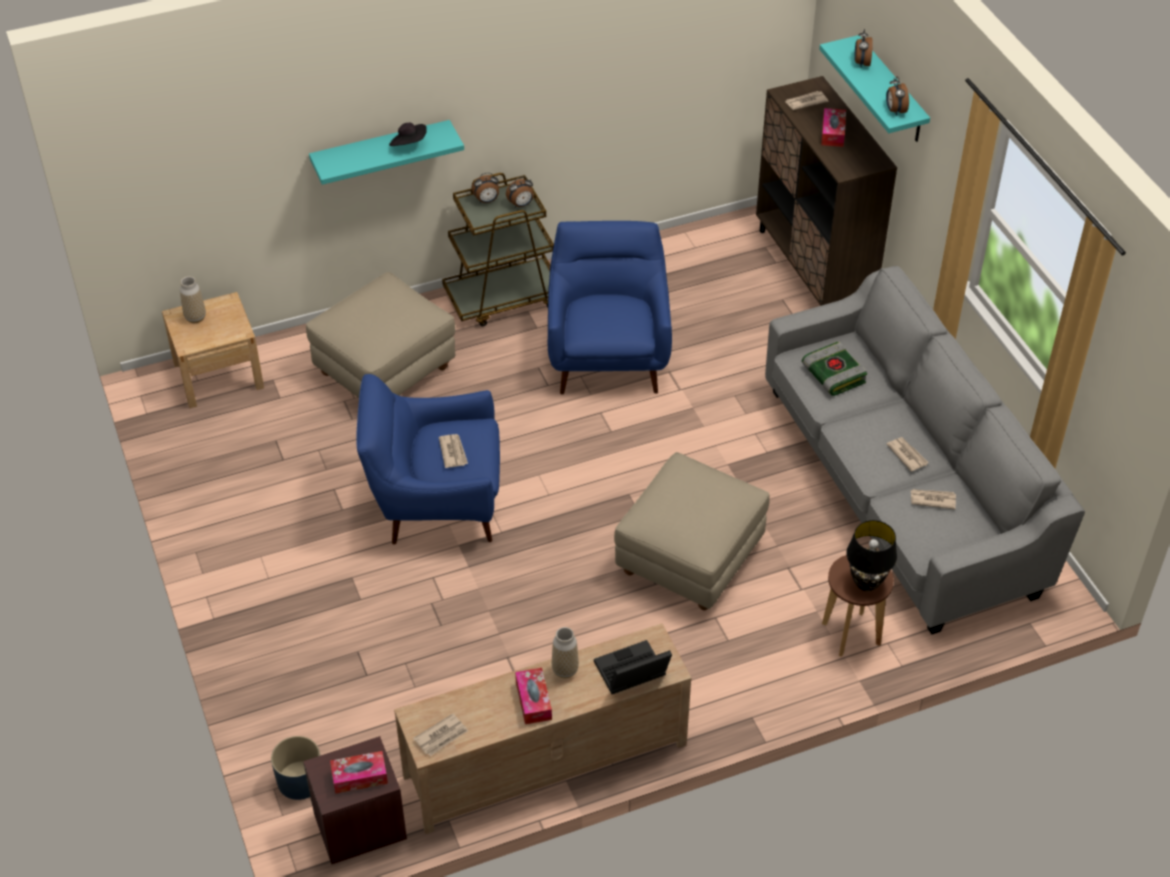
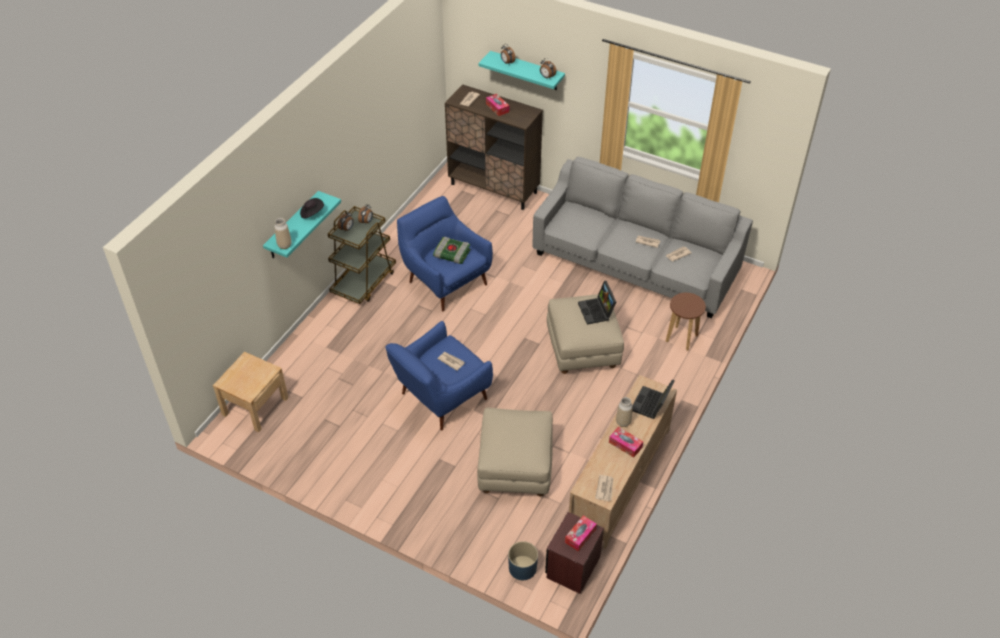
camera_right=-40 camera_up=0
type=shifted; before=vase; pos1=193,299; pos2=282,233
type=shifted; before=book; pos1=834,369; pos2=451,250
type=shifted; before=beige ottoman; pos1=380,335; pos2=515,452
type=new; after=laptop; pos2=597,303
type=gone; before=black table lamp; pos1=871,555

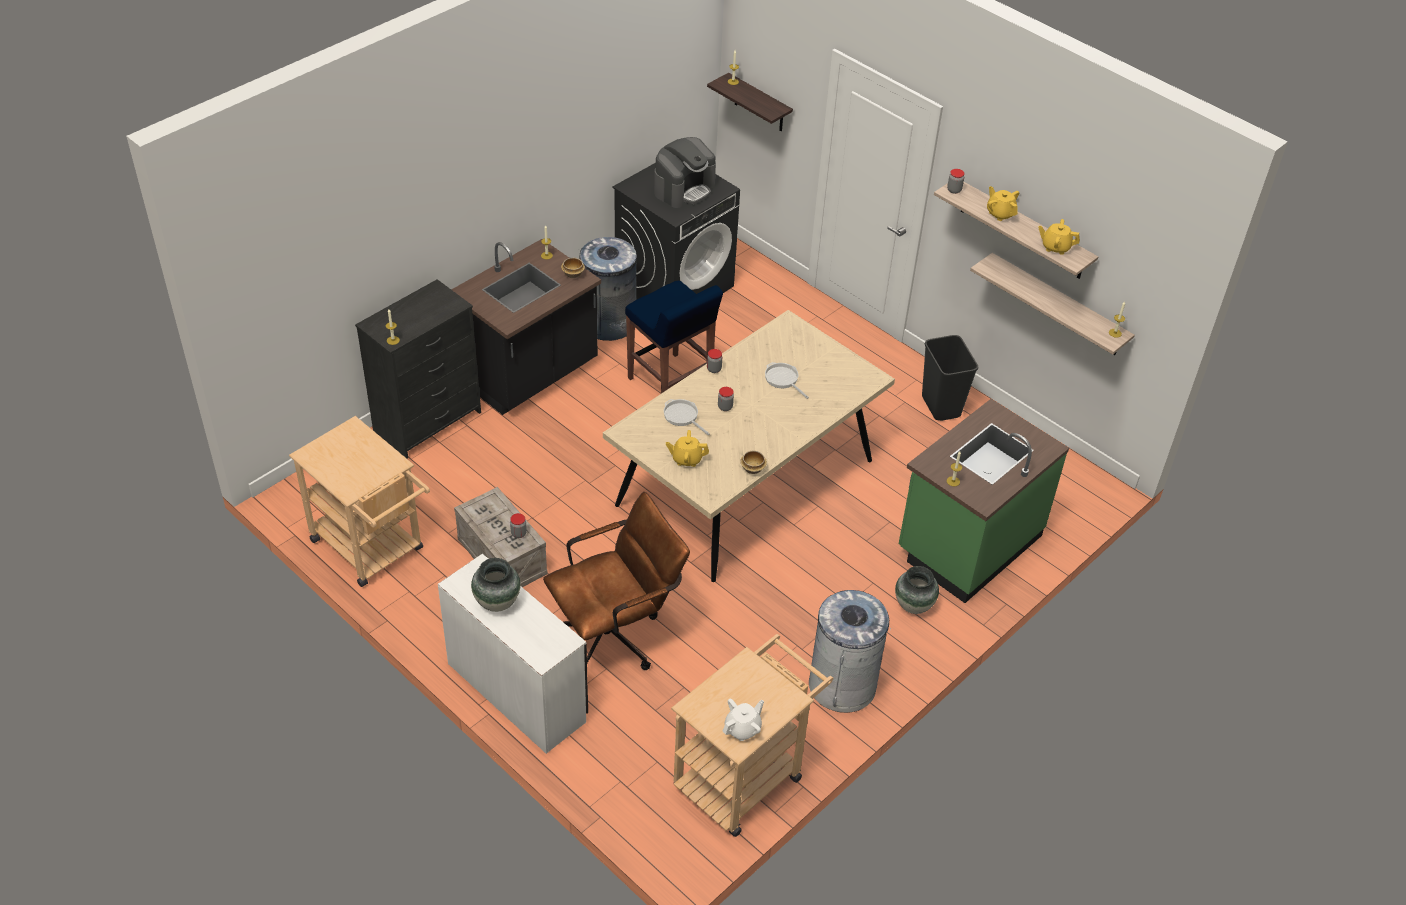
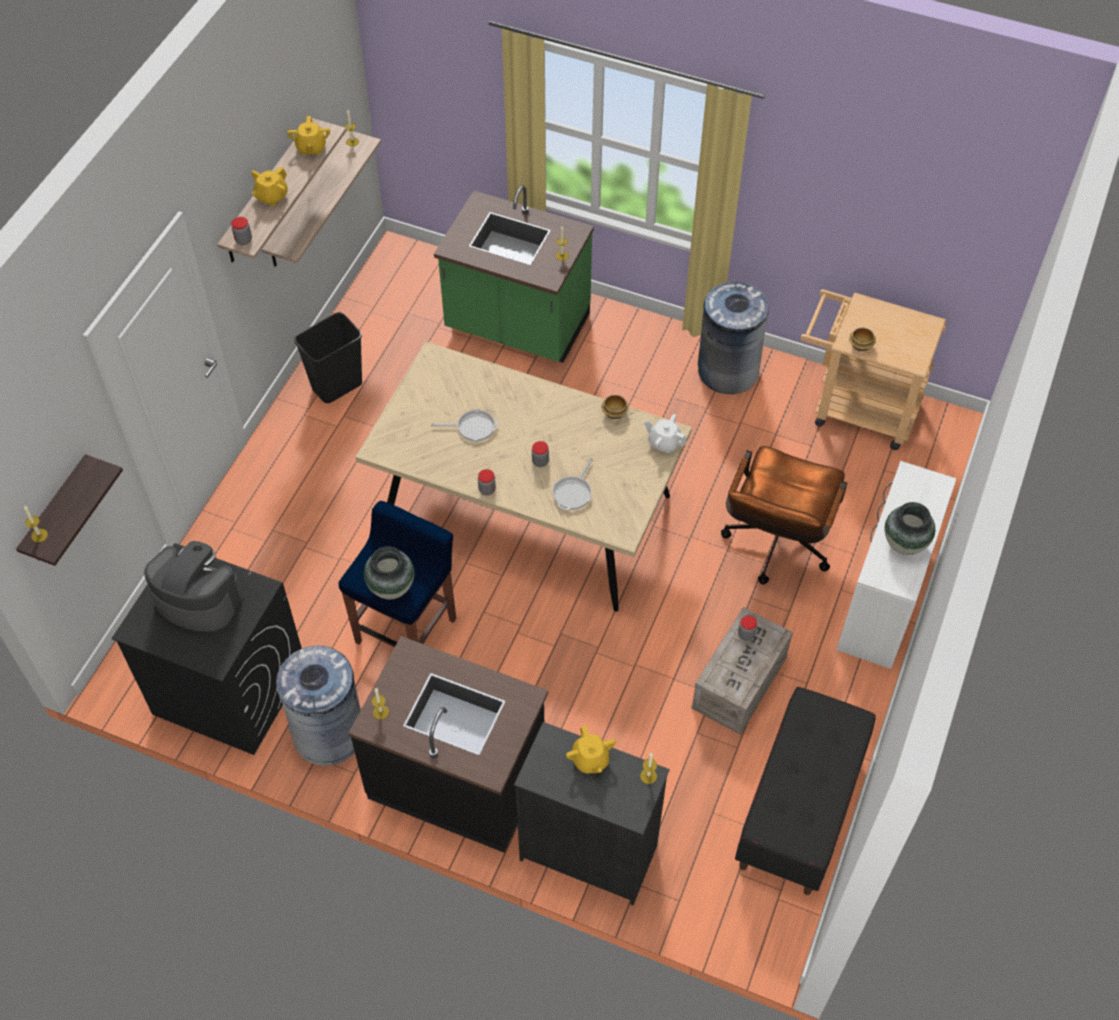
camera_right=-110 camera_up=10
type=shifted; before=vase; pos1=917,590; pos2=389,572
type=rotated; before=frying pan; pos1=787,380; pos2=464,425; turn=-120
type=shifted; before=yellow teapot; pos1=687,448; pos2=591,750
type=shifted; before=white teapot; pos1=743,720; pos2=665,433
type=rotated; before=brown office chair; pos1=616,581; pos2=784,515; turn=-105
type=swapped; before=beige cart; after=black bench; pos1=359,501; pos2=805,791
type=shifted; before=bowl; pos1=573,268; pos2=862,339

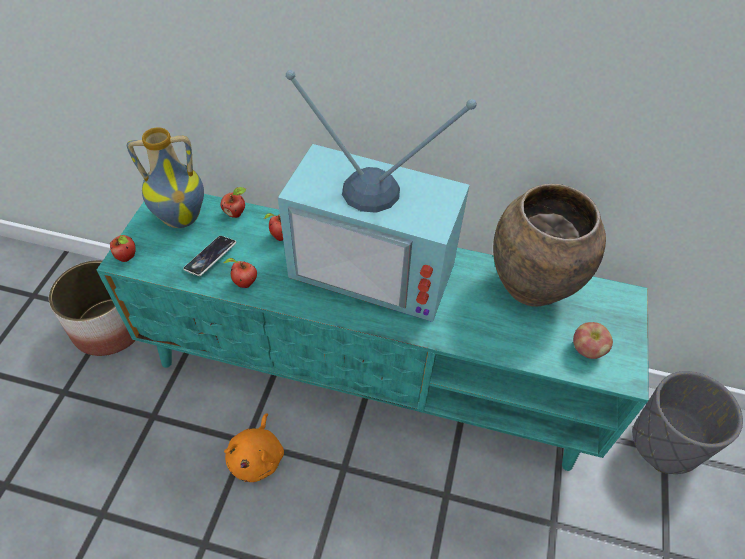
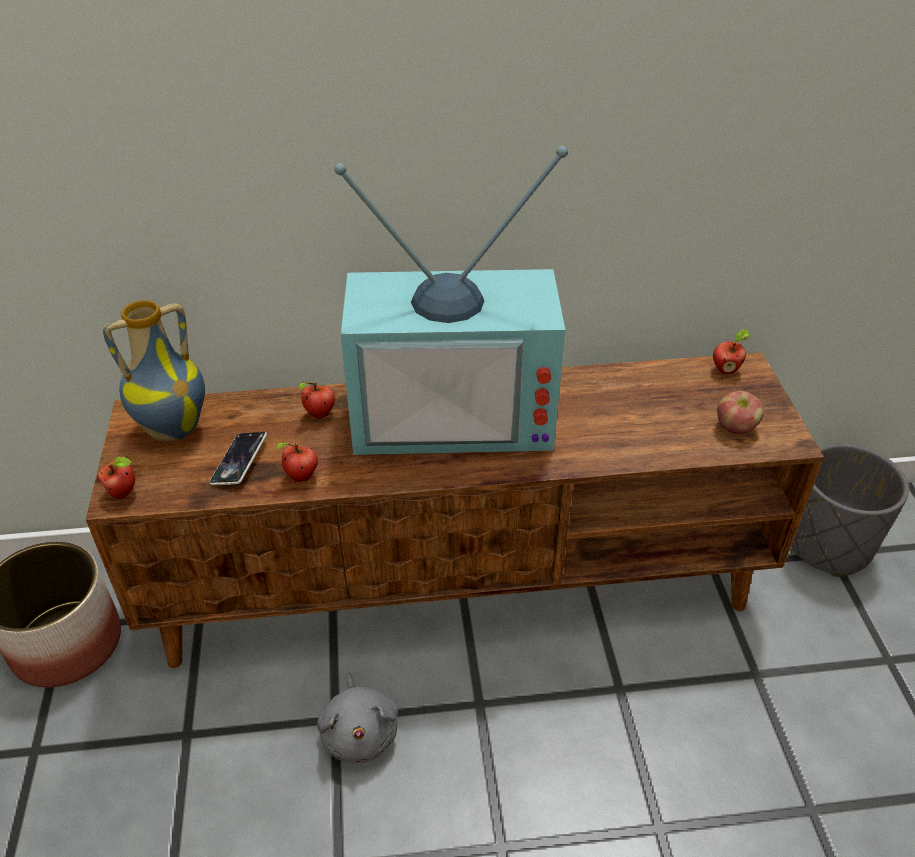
camera_right=-20 camera_up=-10
type=repainted; before=turquoise tv stand; after=brown tv stand; pos1=373,332; pos2=455,510
type=repainted; before=orange plush toy; after=grey plush toy; pos1=254,447; pos2=357,717
type=shifted; before=apple; pos1=233,202; pos2=731,351
type=gone; before=brown vase; pos1=549,245

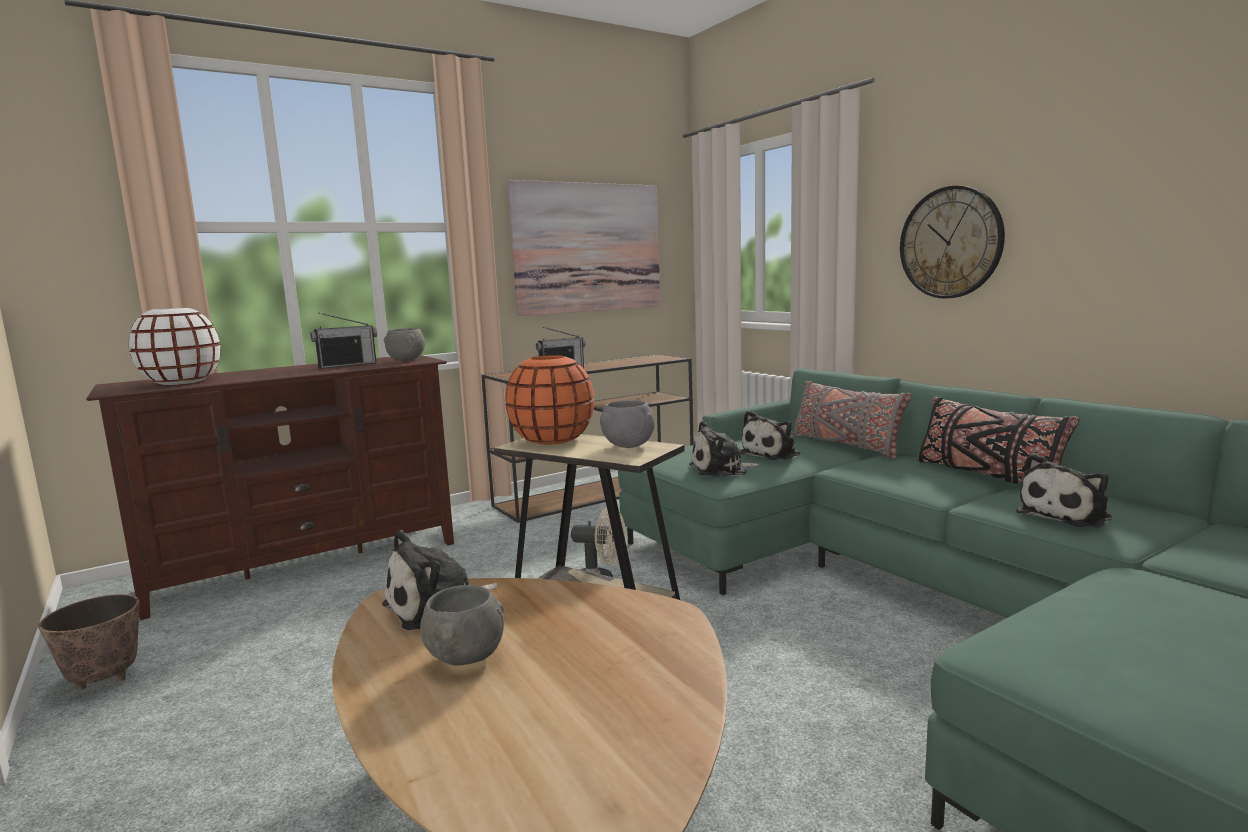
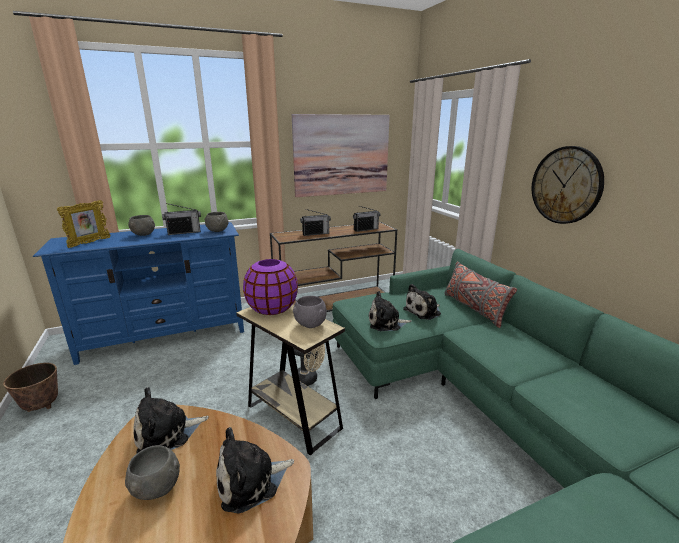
camera_right=10 camera_up=10
type=repainted; before=brown tv stand; after=blue tv stand; pos1=270,487; pos2=138,293
type=swapped; before=white vase; after=picture frame; pos1=175,346; pos2=84,224
type=new; after=grey bowl; pos2=141,225
type=shifted; before=plush toy; pos1=1064,490; pos2=255,470
type=repainted; before=orange vase; after=purple vase; pos1=550,400; pos2=270,287
type=new; after=radio; pos2=366,219
type=gone; before=black pillow; pos1=998,440

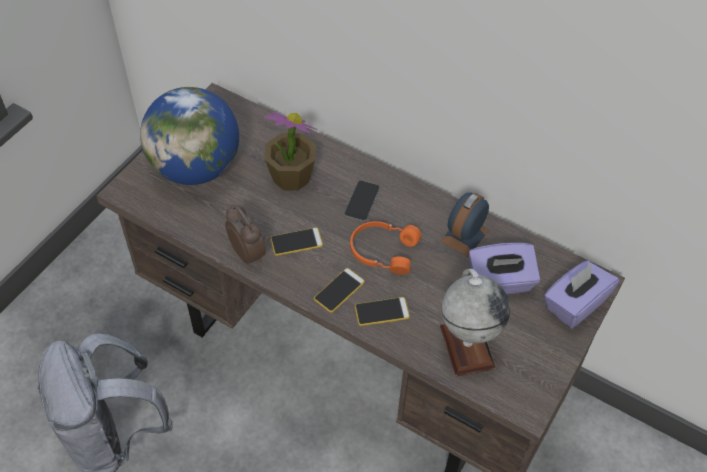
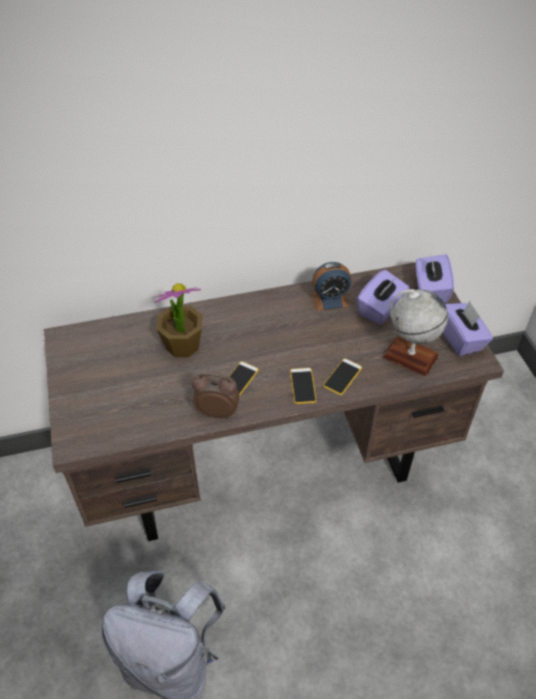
camera_right=-45 camera_up=-5
type=rotated; before=alarm clock; pos1=464,224; pos2=331,286; turn=-90
type=new; after=purple tissue box; pos2=468,328
type=gone; before=globe; pos1=189,136
type=gone; before=phone; pos1=361,201
type=gone; before=orange headphones; pos1=386,248

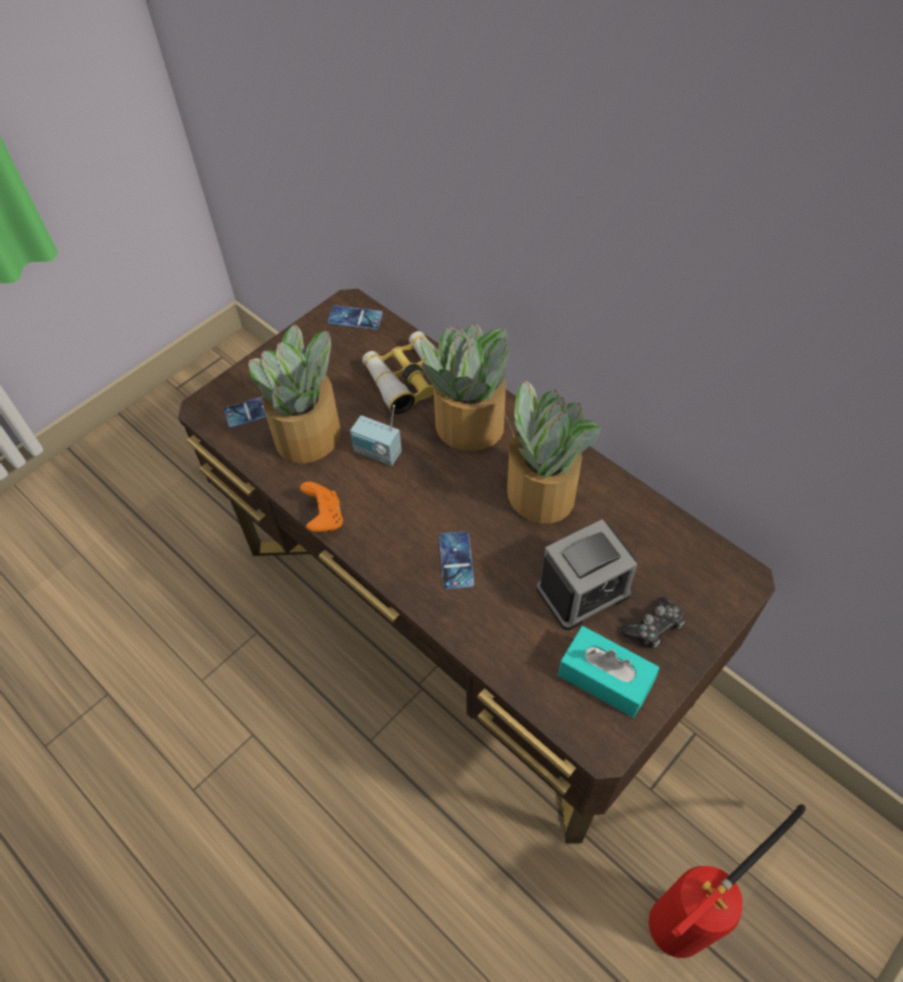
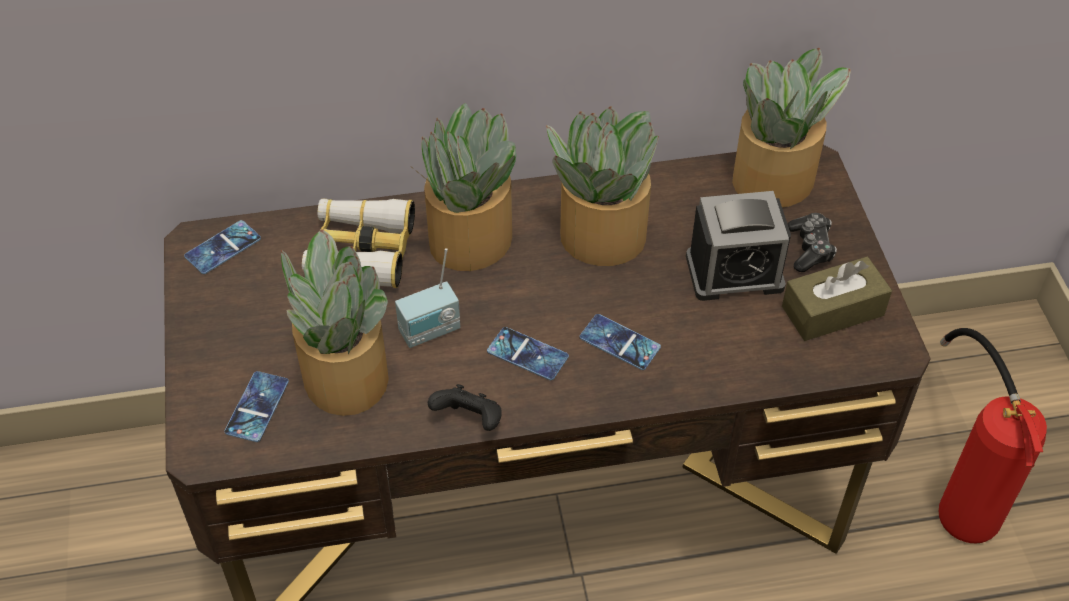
camera_right=-55 camera_up=-5
type=repainted; before=orange game controller; after=black game controller; pos1=321,507; pos2=465,407
type=new; after=phone; pos2=528,353
type=rotated; before=alarm clock; pos1=586,574; pos2=738,246; turn=75
type=new; after=potted plant; pos2=791,128
type=repainted; before=turquoise tissue box; after=brown tissue box; pos1=608,672; pos2=837,299

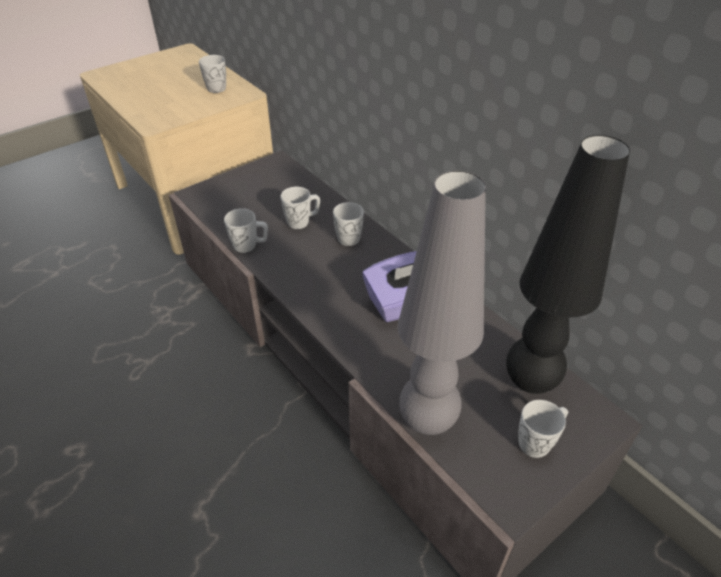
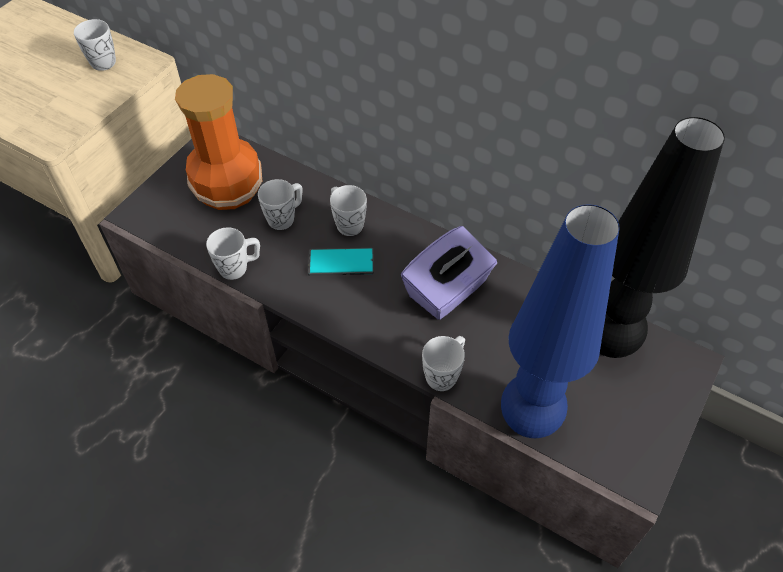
camera_right=-20 camera_up=10
type=new; after=vase; pos2=218,142
type=new; after=phone; pos2=341,262
type=shifted; before=white mug; pos1=543,429; pos2=443,363
type=repainted; before=grey table lamp; after=blue table lamp; pos1=442,303; pos2=560,321

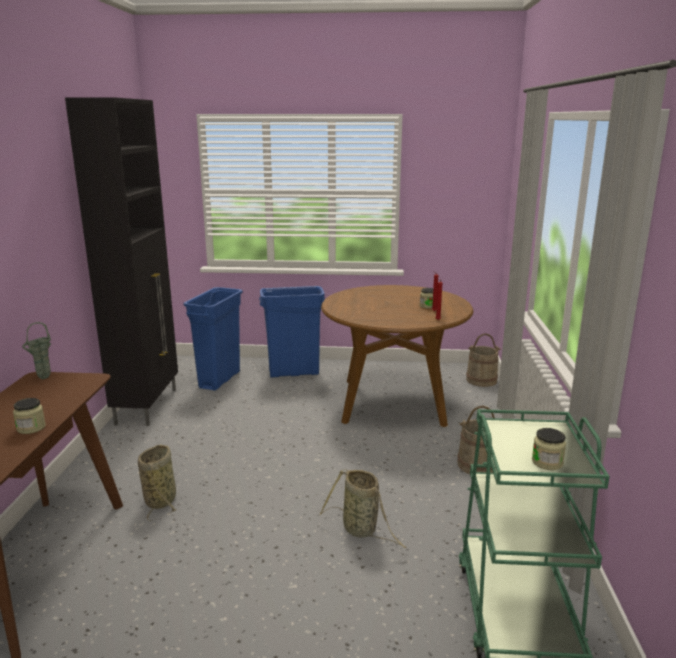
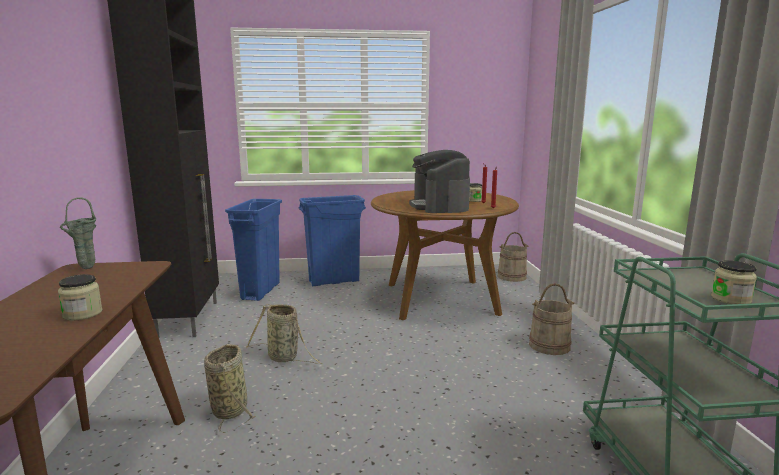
camera_right=-10 camera_up=-5
type=shifted; before=basket; pos1=363,508; pos2=284,334
type=new; after=coffee machine; pos2=439,181

